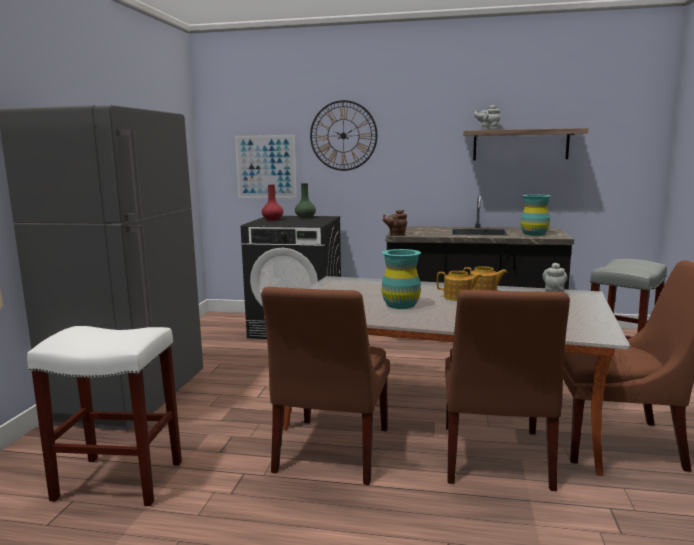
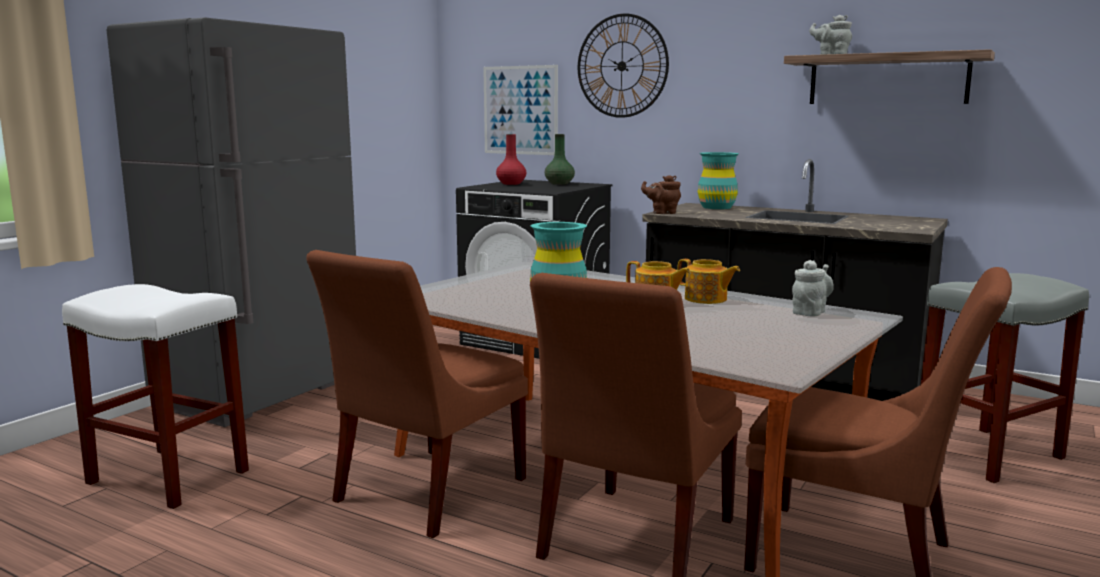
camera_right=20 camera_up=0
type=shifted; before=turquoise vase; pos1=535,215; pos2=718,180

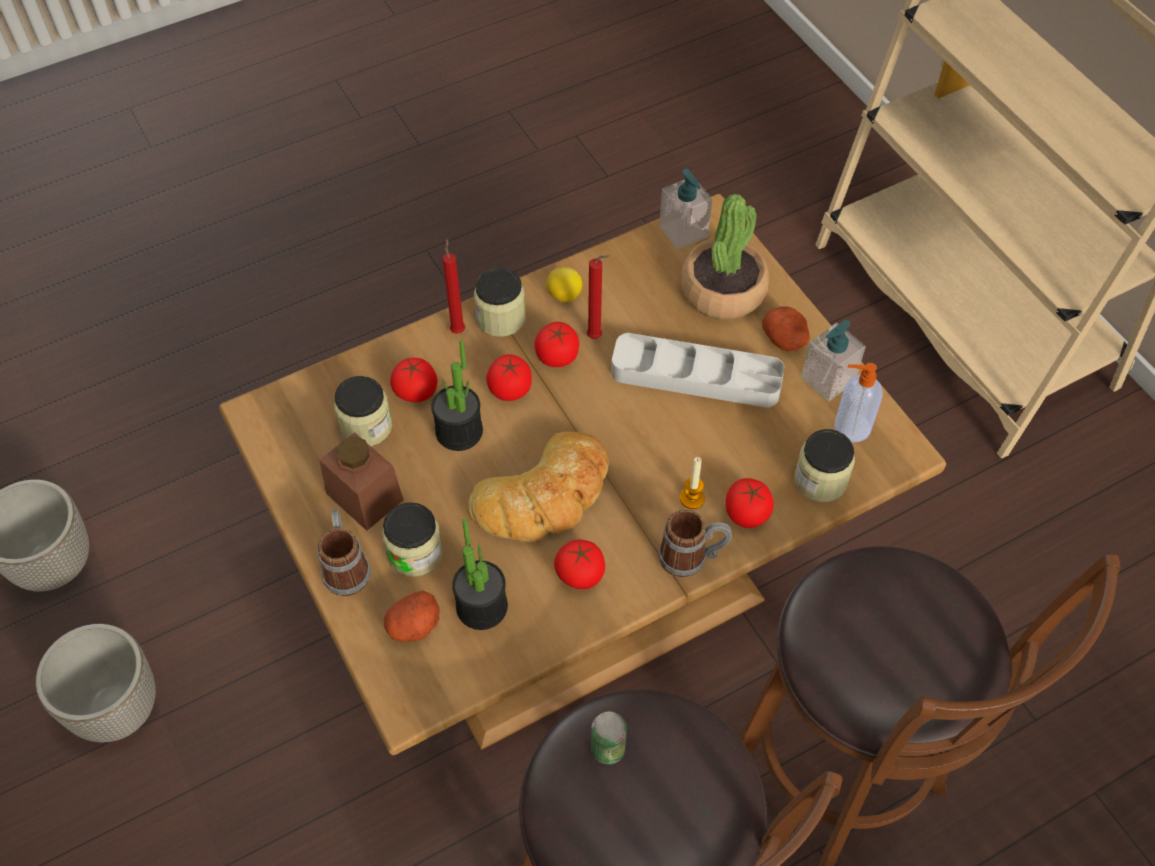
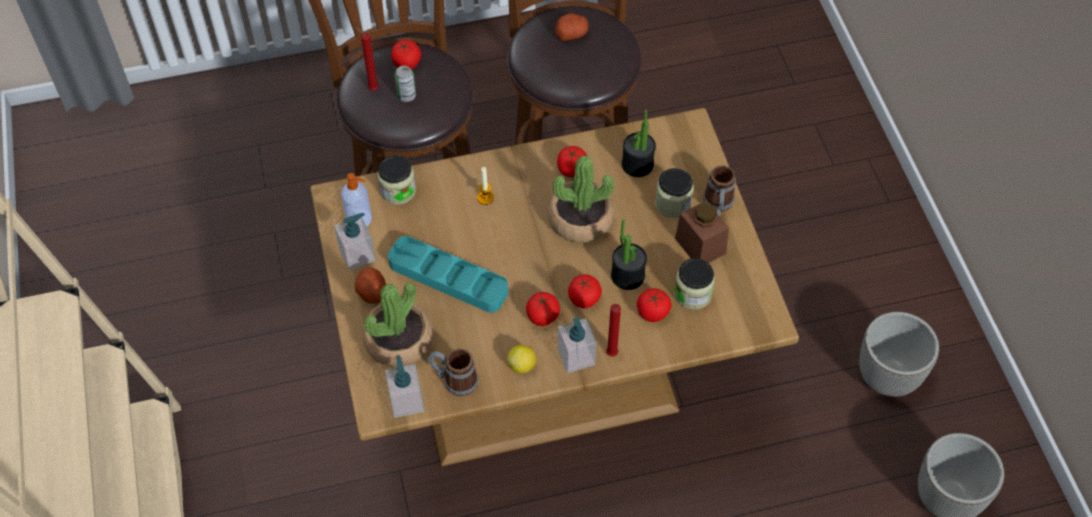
camera_right=-165 camera_up=0
type=shifted; before=red candle; pos1=598,297; pos2=367,58
type=repainted; before=grey tray; after=turquoise tray; pos1=697,370; pos2=448,274
type=shifted; before=tomato; pos1=750,503; pos2=406,54
type=shifted; before=can; pos1=609,737; pos2=405,84
type=shifted; before=mug; pos1=695,543; pos2=453,372
type=swapped; before=bread; after=potted plant; pos1=538,486; pos2=581,199
type=shifted; before=potato; pos1=411,616; pos2=572,27
type=swapped; before=jar; after=soap dispenser; pos1=500,302; pos2=577,345

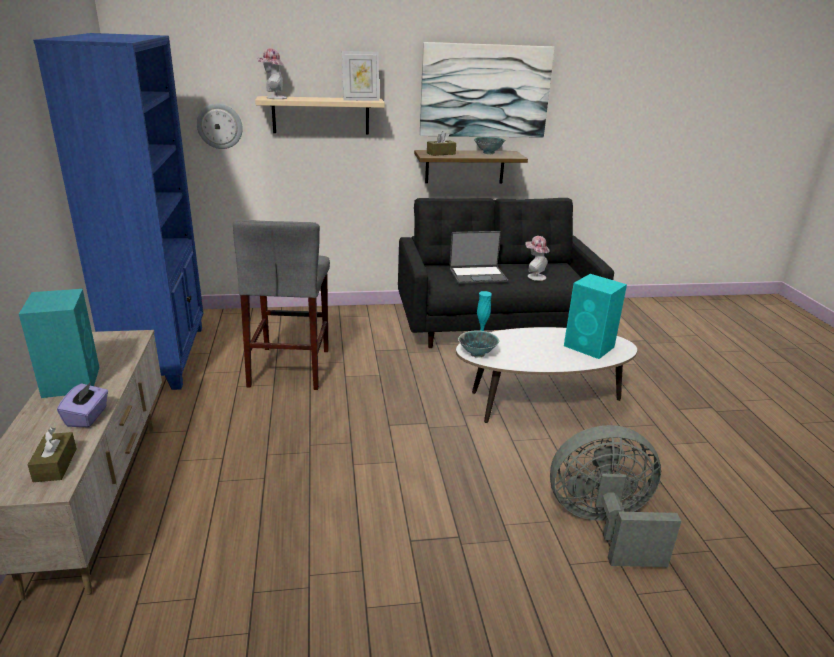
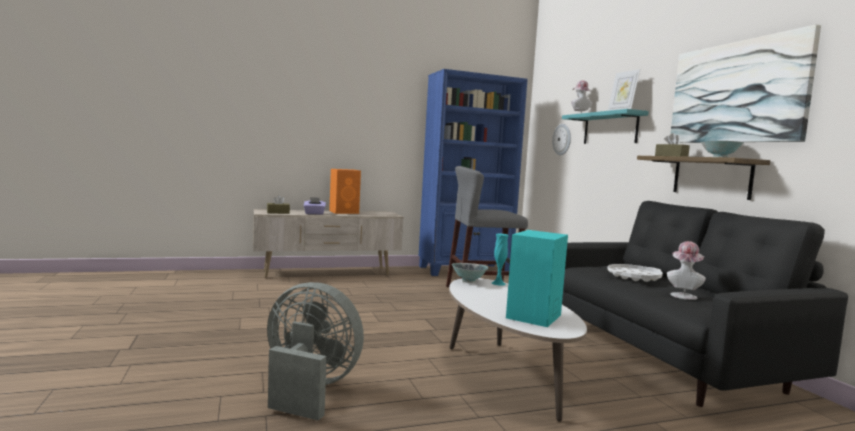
camera_right=80 camera_up=-20
type=rotated; before=grey fan; pos1=615,496; pos2=315,351; turn=-60
type=repainted; before=turquoise speaker; after=orange speaker; pos1=59,343; pos2=345,191
type=repainted; before=beige shelf; after=turquoise shelf; pos1=320,115; pos2=605,126
type=swapped; before=laptop; after=white tray; pos1=478,258; pos2=635,273

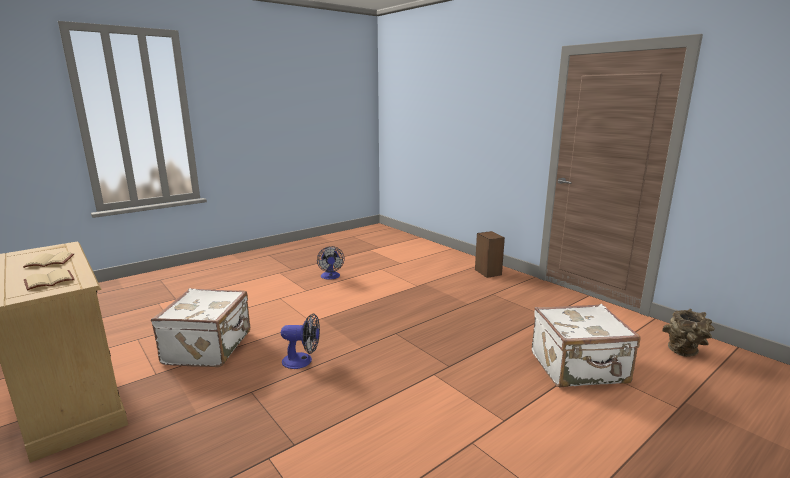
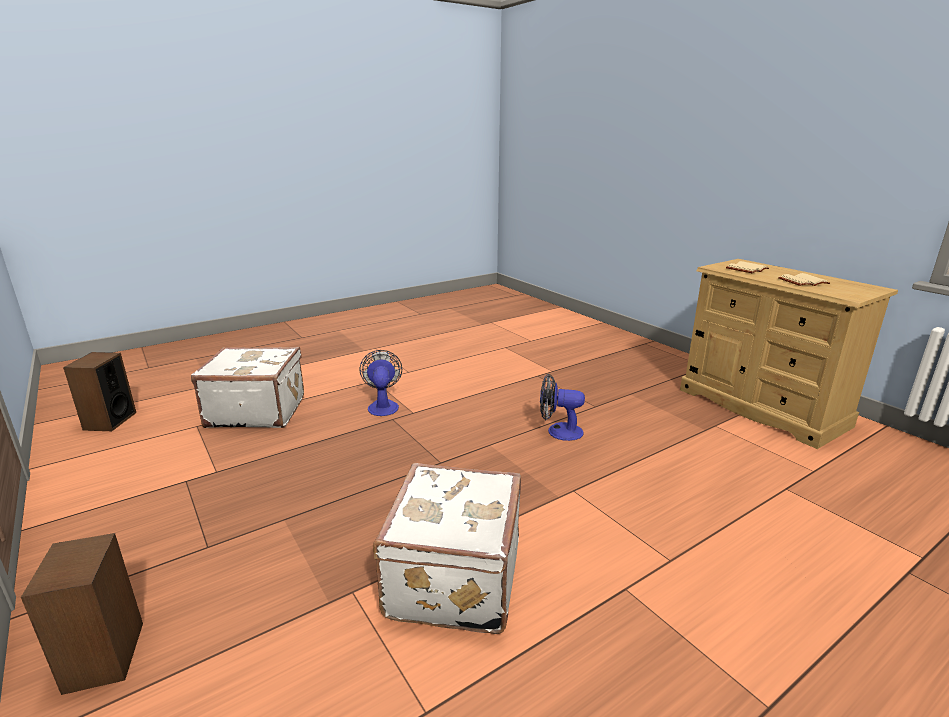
camera_right=-175 camera_up=5
type=swapped; before=brown vase; after=speaker; pos1=688,333; pos2=99,391
type=shifted; before=fan; pos1=331,263; pos2=381,383
type=shifted; before=white suitcase; pos1=200,327; pos2=447,548

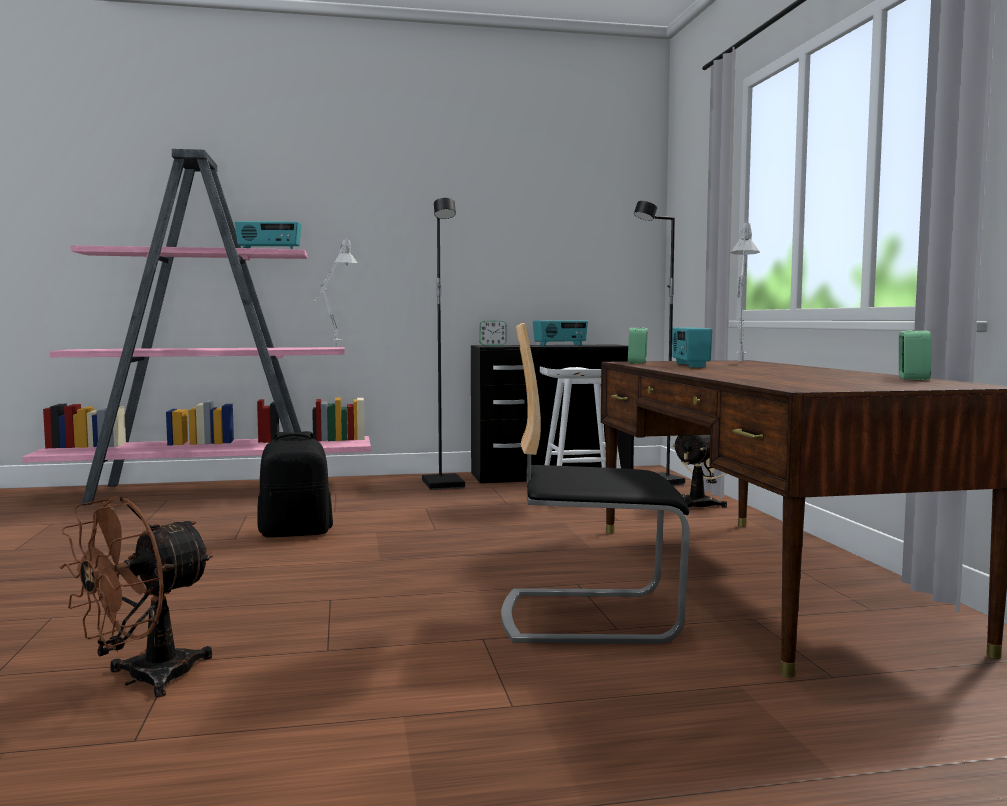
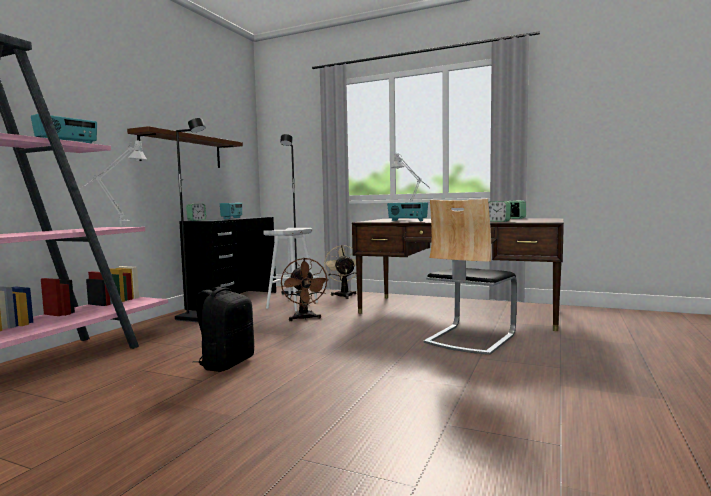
camera_right=-55 camera_up=0
type=new; after=brown shelf; pos2=185,147
type=shifted; before=brown fan; pos1=136,596; pos2=305,289
type=shifted; before=alarm clock; pos1=638,345; pos2=499,211

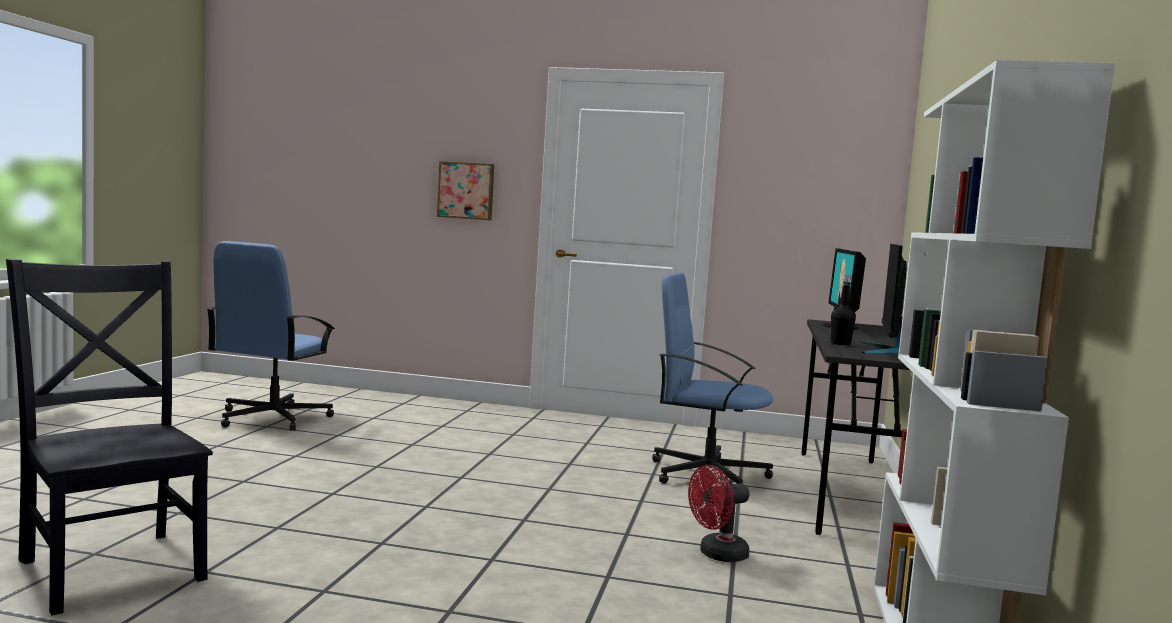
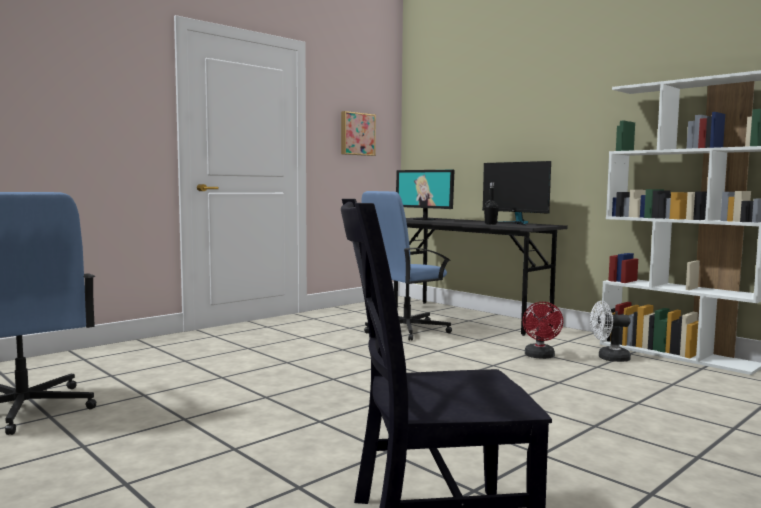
camera_right=-55 camera_up=0
type=shifted; before=picture; pos1=465,190; pos2=358,133
type=new; after=white fan; pos2=610,331

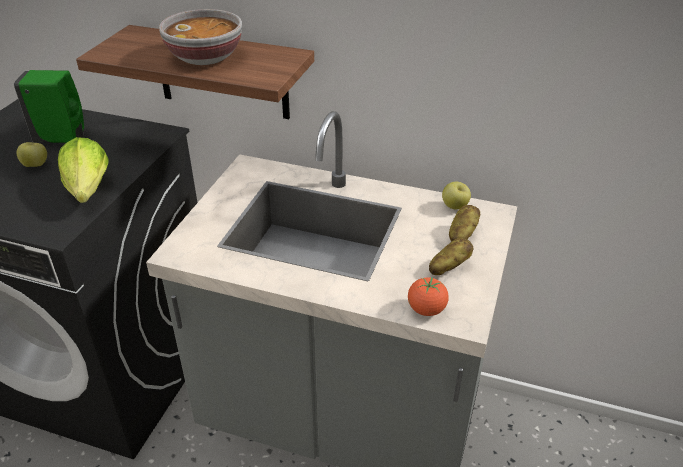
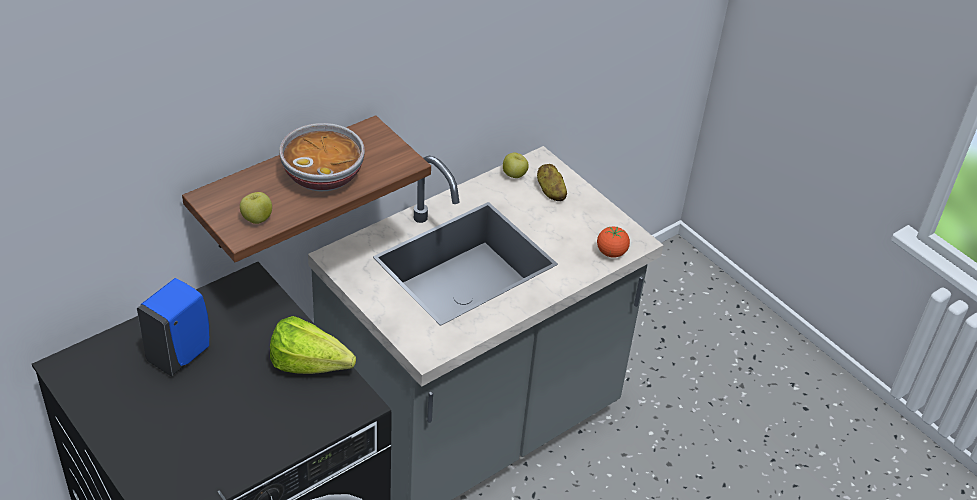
camera_right=-60 camera_up=5
type=repainted; before=green soap dispenser; after=blue soap dispenser; pos1=49,106; pos2=173,327
type=shifted; before=apple; pos1=32,154; pos2=256,208
type=gone; before=potato; pos1=451,256

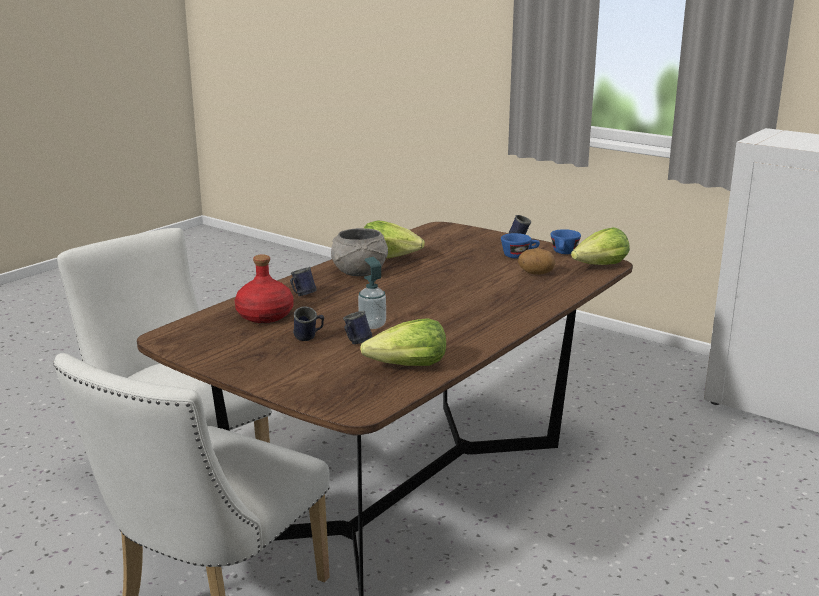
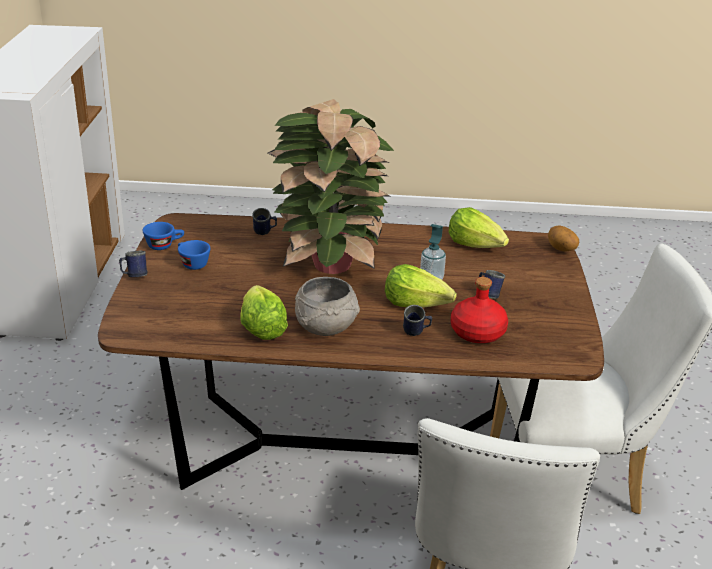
camera_right=-125 camera_up=10
type=shifted; before=blue mug; pos1=357,327; pos2=264,221
type=new; after=potted plant; pos2=331,186
type=shifted; before=lettuce; pos1=600,246; pos2=421,286
type=shifted; before=potato; pos1=537,261; pos2=563,239

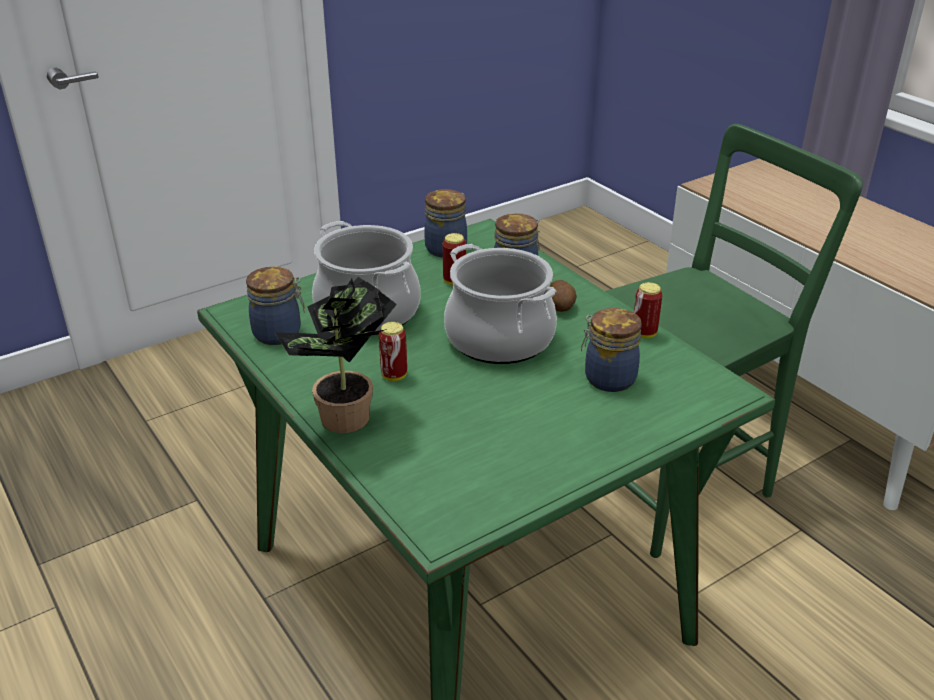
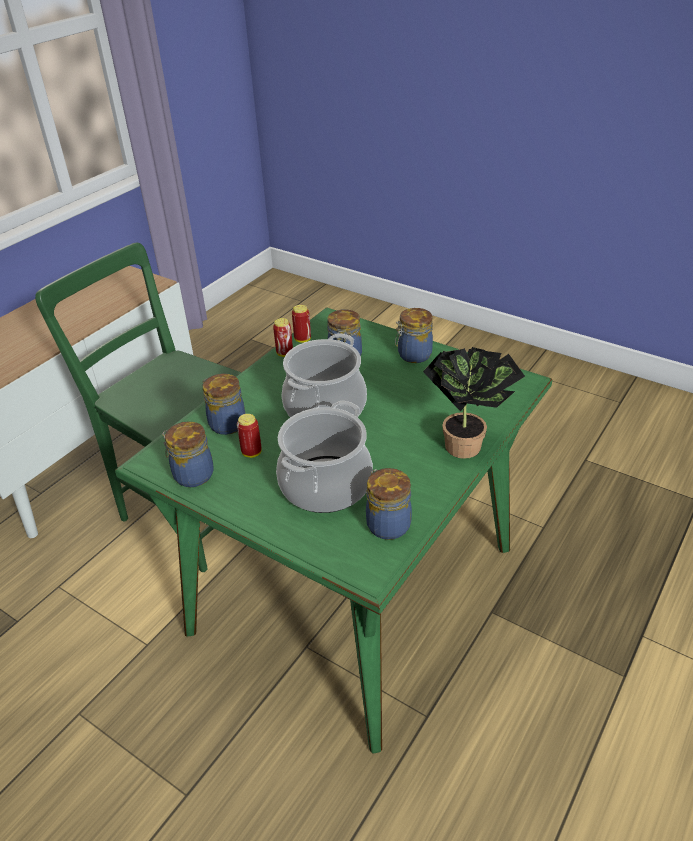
camera_right=-110 camera_up=5
type=shifted; before=can; pos1=393,351; pos2=301,324
type=new; after=jar; pos2=414,335
type=gone; before=potato; pos1=563,296

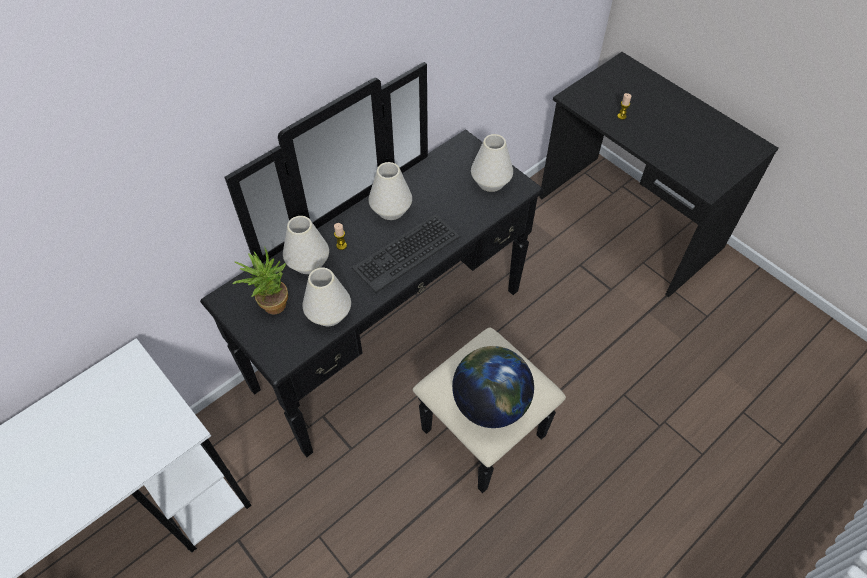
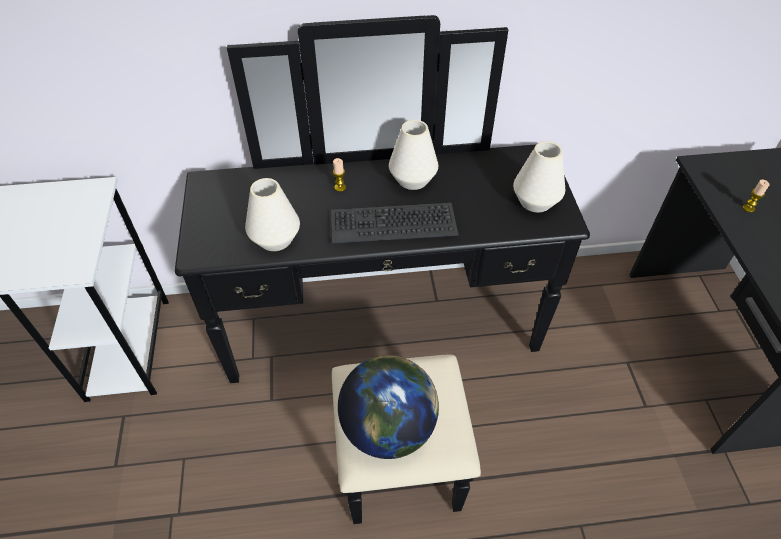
camera_right=35 camera_up=-5
type=gone; before=potted plant; pos1=260,280
type=gone; before=white vase; pos1=306,245

